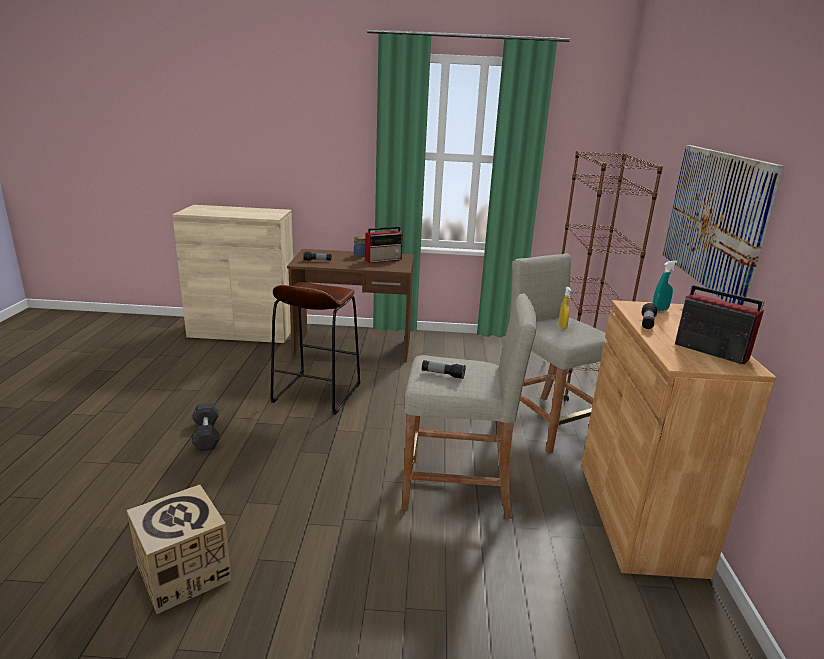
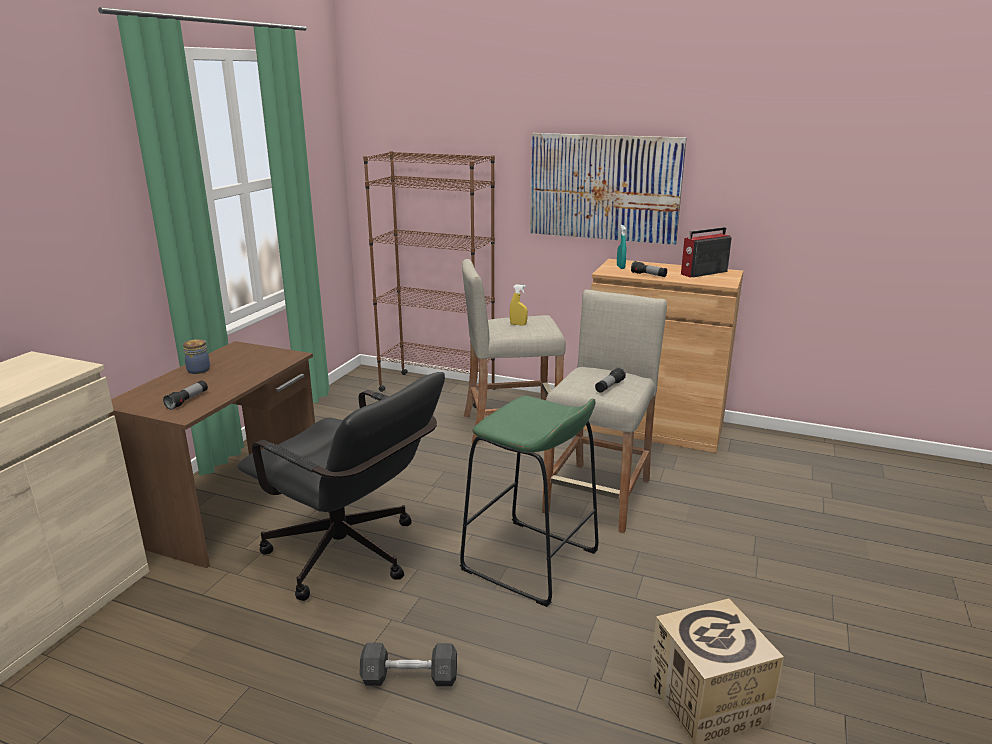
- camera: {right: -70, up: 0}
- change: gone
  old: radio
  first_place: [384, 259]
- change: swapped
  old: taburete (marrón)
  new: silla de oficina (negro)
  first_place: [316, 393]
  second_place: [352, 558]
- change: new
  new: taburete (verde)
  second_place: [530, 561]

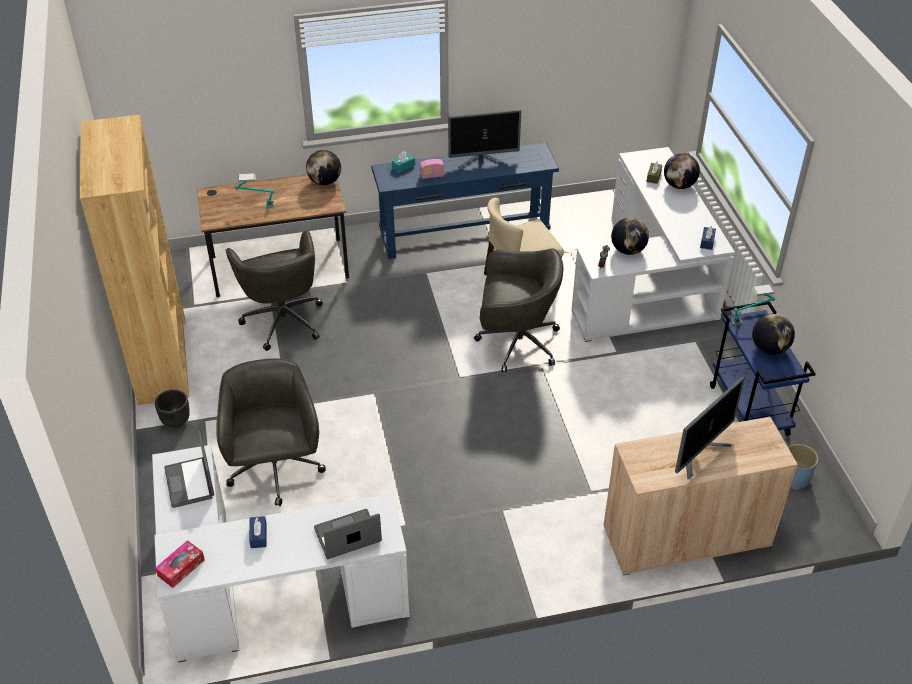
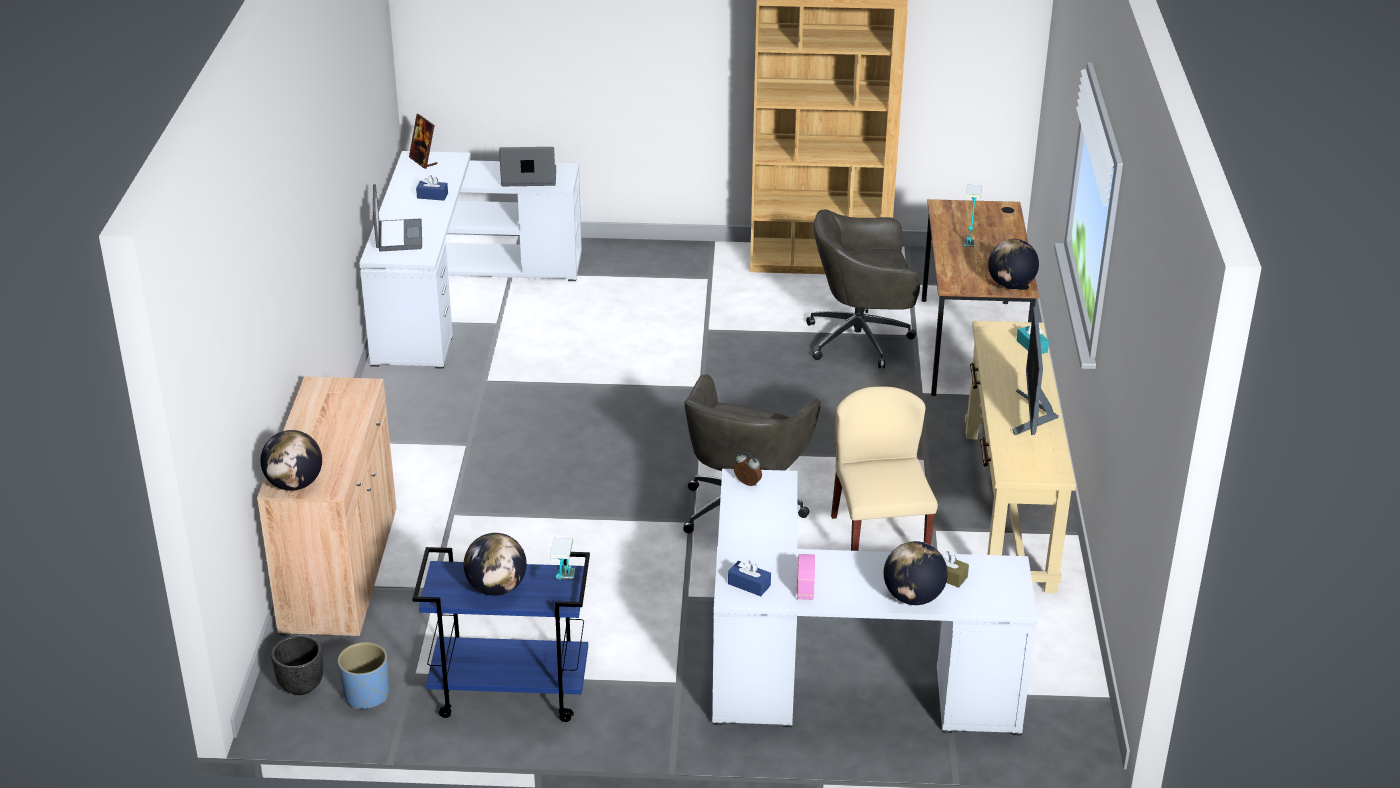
- camera: {right: 105, up: -10}
- change: repainted
  old: mesa consola (azul)
  new: mesa consola (beis)
  first_place: [464, 234]
  second_place: [1008, 508]
- change: shifted
  old: radio
  first_place: [432, 176]
  second_place: [805, 587]
- change: shifted
  old: globo terráqueo
  first_place: [628, 250]
  second_place: [294, 484]
- change: gone
  old: silla de oficina (gris)
  first_place: [275, 470]
- change: gone
  old: monitor
  first_place: [700, 453]
- change: shifted
  old: maceta (negro)
  first_place: [176, 420]
  second_place: [301, 686]
- change: swapped
  old: caja de pañuelos
  new: portarretratos
  first_place: [181, 568]
  second_place: [423, 161]

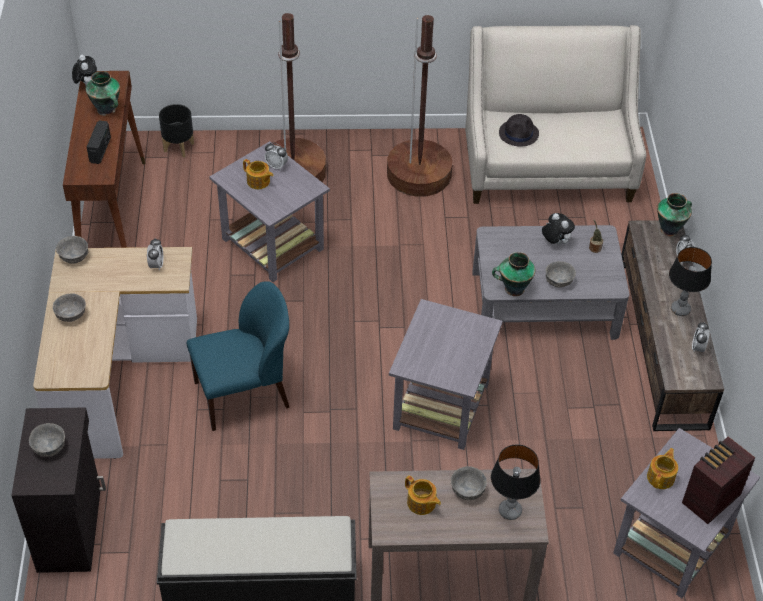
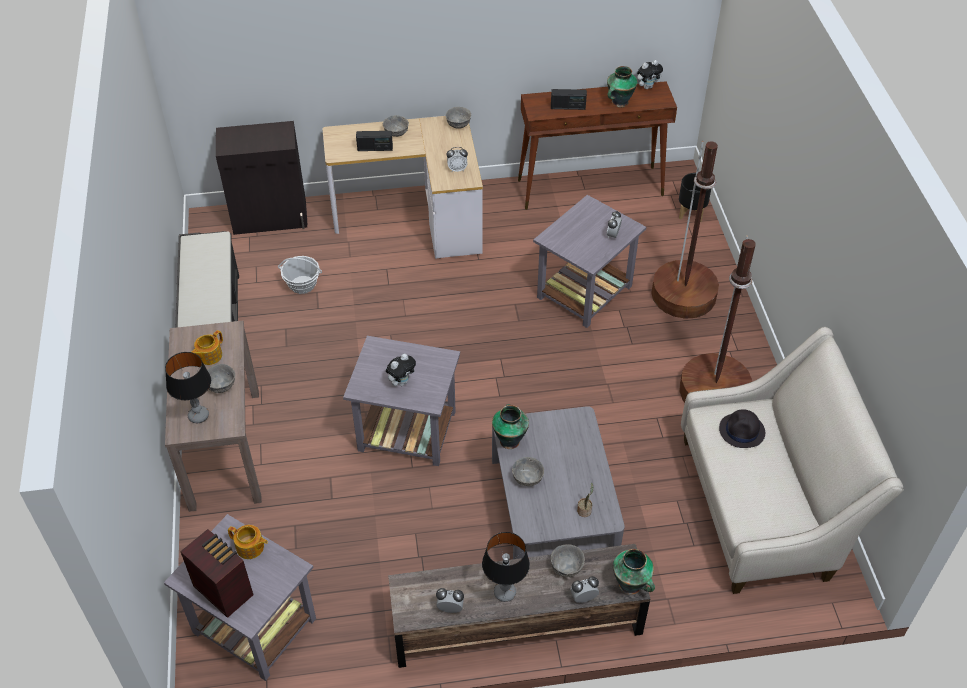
- camera: {right: 85, up: 0}
- change: gone
  old: tetera
  first_place: [258, 182]
- change: shifted
  old: peluche
  first_place: [555, 242]
  second_place: [401, 381]
- change: gone
  old: silla (azul)
  first_place: [244, 394]
- change: shifted
  old: cuenco (gris)
  first_place: [50, 447]
  second_place: [566, 567]
- change: new
  new: radio
  second_place: [375, 148]
- change: new
  new: cesta
  second_place: [302, 284]

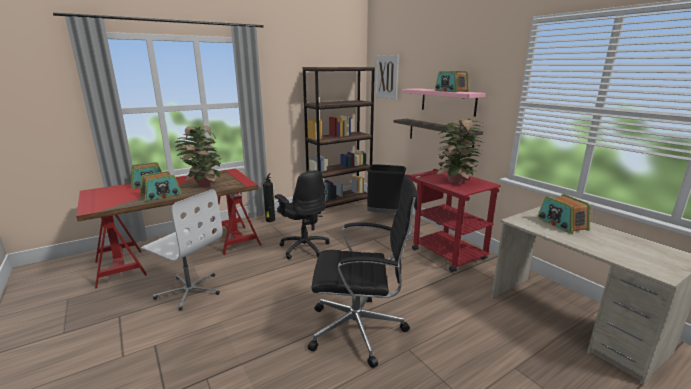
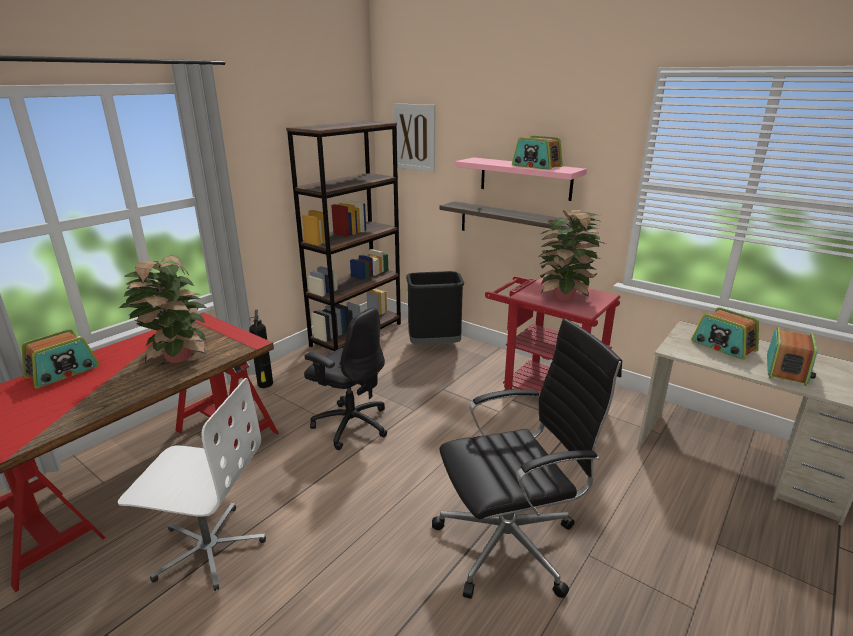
- camera: {right: -20, up: 5}
- change: shifted
  old: radio
  first_place: [161, 195]
  second_place: [786, 369]

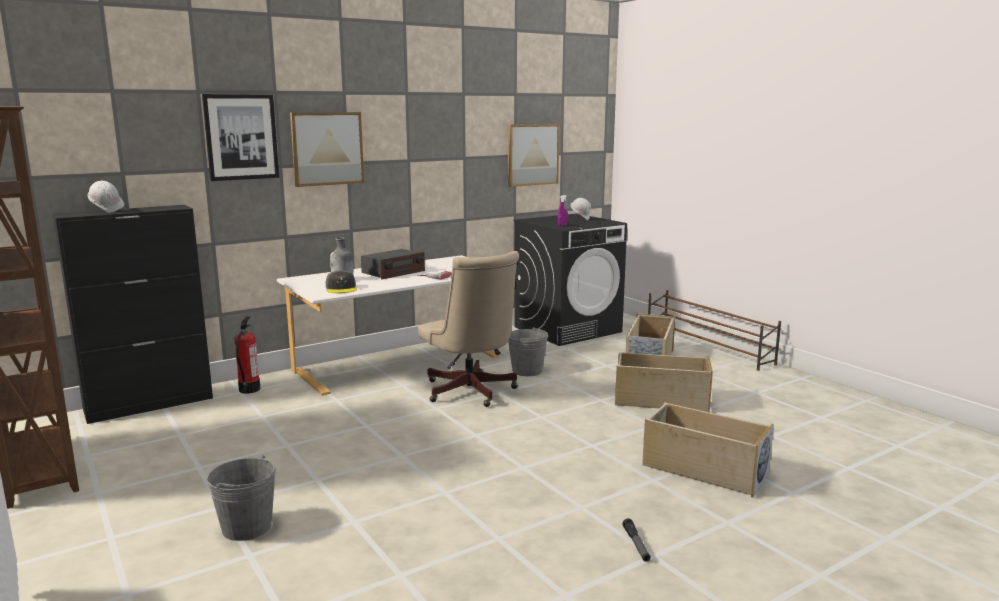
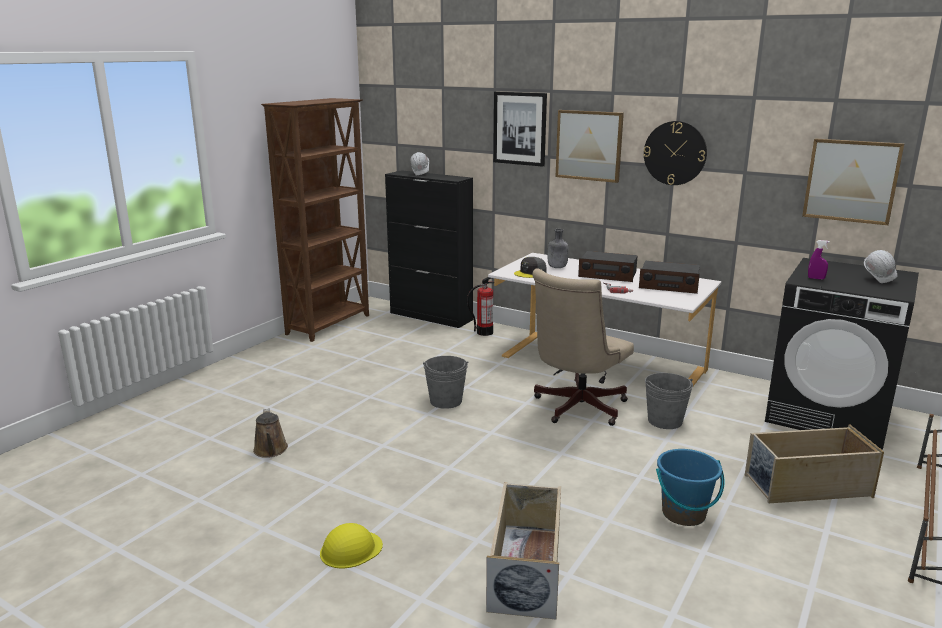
- camera: {right: 65, up: 5}
- change: swapped
  old: caja de almacenaje (beis)
  new: cubo (azul)
  first_place: [660, 401]
  second_place: [684, 514]
- change: shifted
  old: cubo (gris)
  first_place: [247, 527]
  second_place: [446, 401]
- change: swapped
  old: linterna
  new: casco (amarillo)
  first_place: [636, 544]
  second_place: [350, 549]
- change: new
  new: reloj de pared
  second_place: [675, 153]
- change: new
  new: radio
  second_place: [669, 285]
- change: new
  new: regadera (marrón)
  second_place: [271, 451]

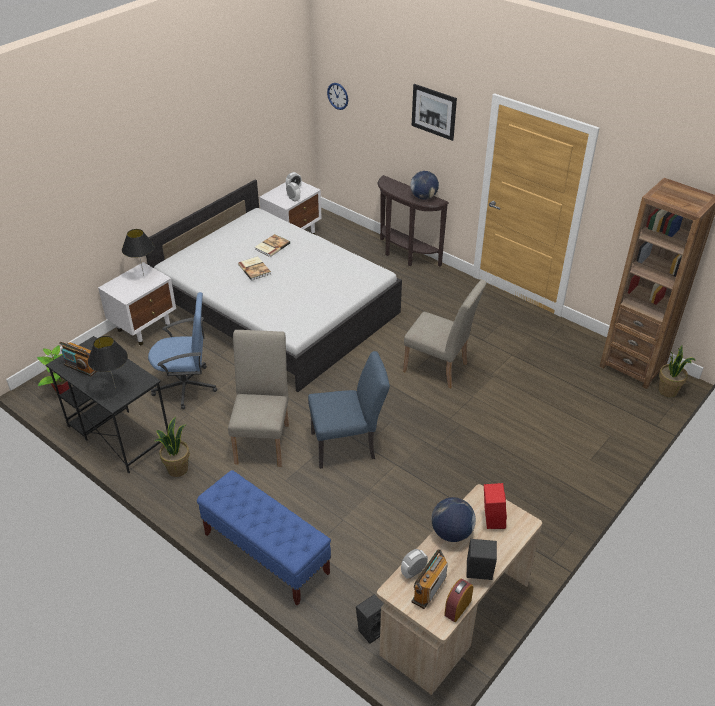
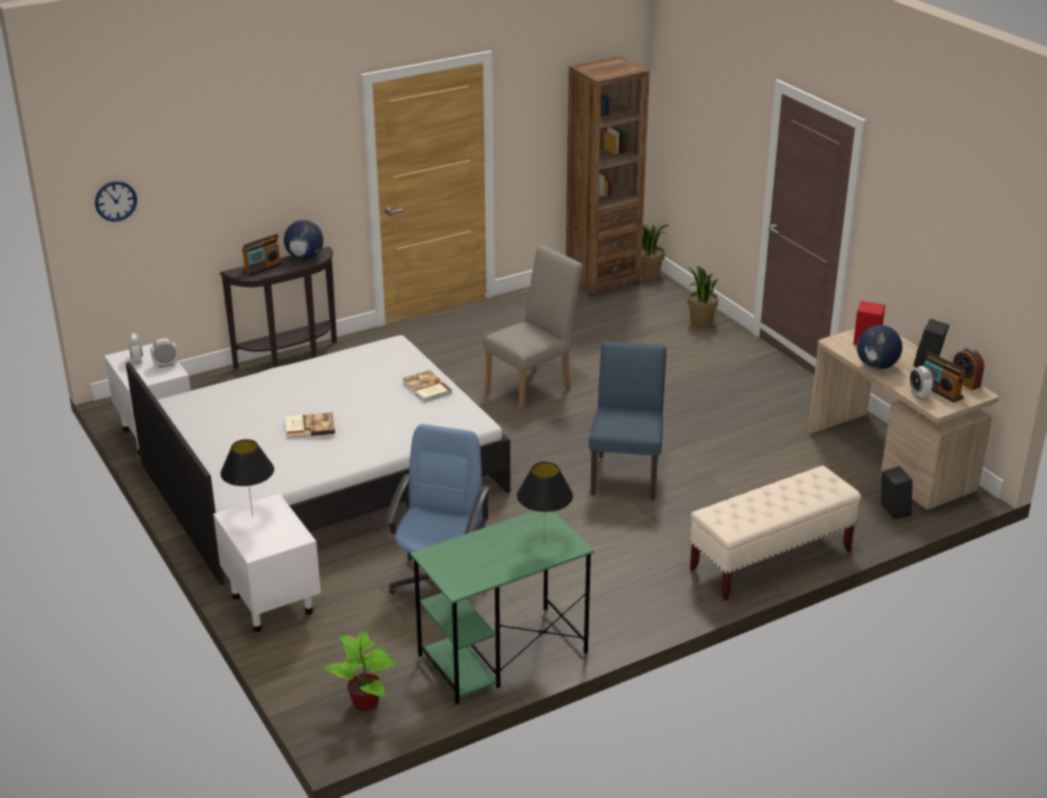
- camera: {right: -70, up: -10}
- change: gone
  old: cuadro
  first_place: [434, 112]
- change: shifted
  old: libro
  first_place: [271, 246]
  second_place: [426, 388]
- change: gone
  old: silla (beis)
  first_place: [263, 439]
- change: repainted
  old: escritorio (negro)
  new: escritorio (verde)
  first_place: [118, 433]
  second_place: [501, 654]
- change: shifted
  old: radio
  first_place: [81, 367]
  second_place: [262, 268]
- change: shifted
  old: planta en maceta
  first_place: [177, 469]
  second_place: [700, 323]
- change: repainted
  old: banco (azul)
  new: banco (beis)
  first_place: [266, 553]
  second_place: [770, 560]

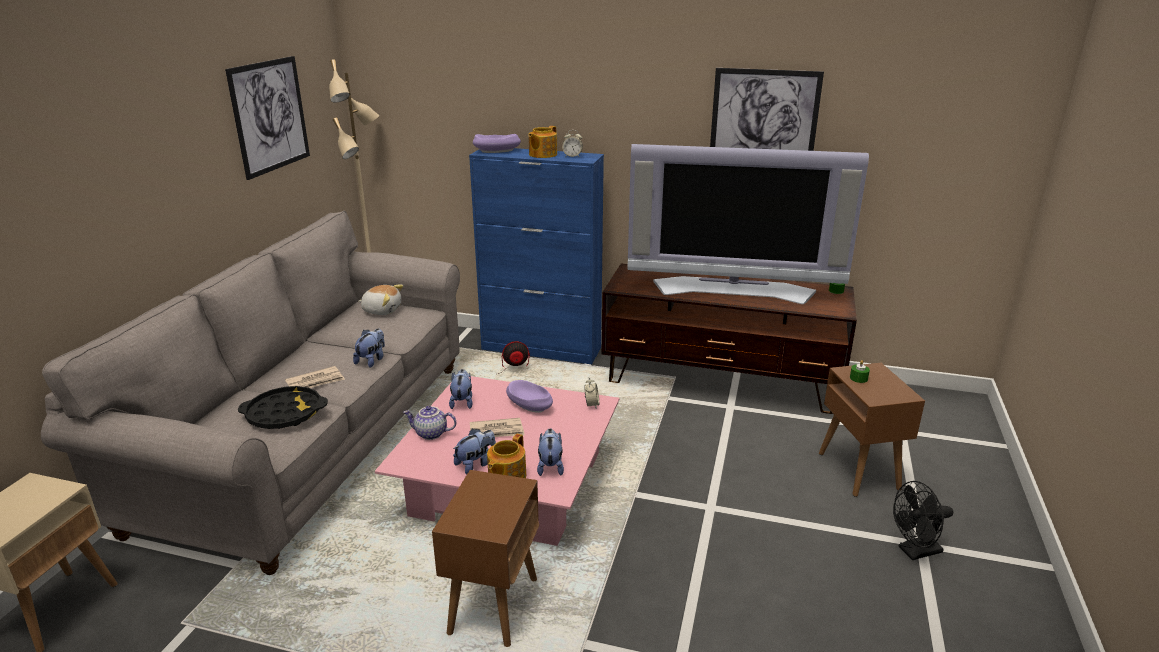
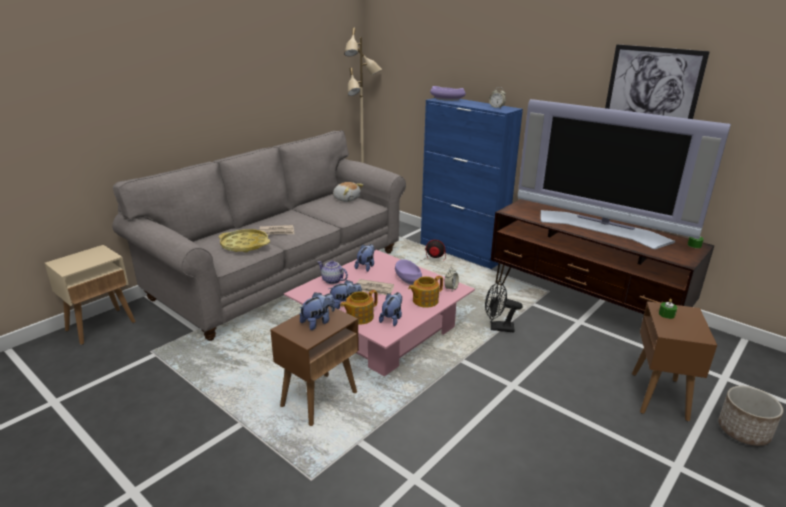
- camera: {right: 25, up: 0}
- change: gone
  old: cuadro
  first_place: [270, 116]
- change: shifted
  old: tetera
  first_place: [542, 155]
  second_place: [424, 301]
- change: shifted
  old: peluche
  first_place: [372, 360]
  second_place: [318, 322]
- change: repainted
  old: bandeja (negro)
  new: bandeja (amarillo)
  first_place: [284, 413]
  second_place: [244, 245]
- change: shifted
  old: ventilador (negro)
  first_place: [915, 552]
  second_place: [497, 328]
- change: new
  new: maceta
  second_place: [744, 431]

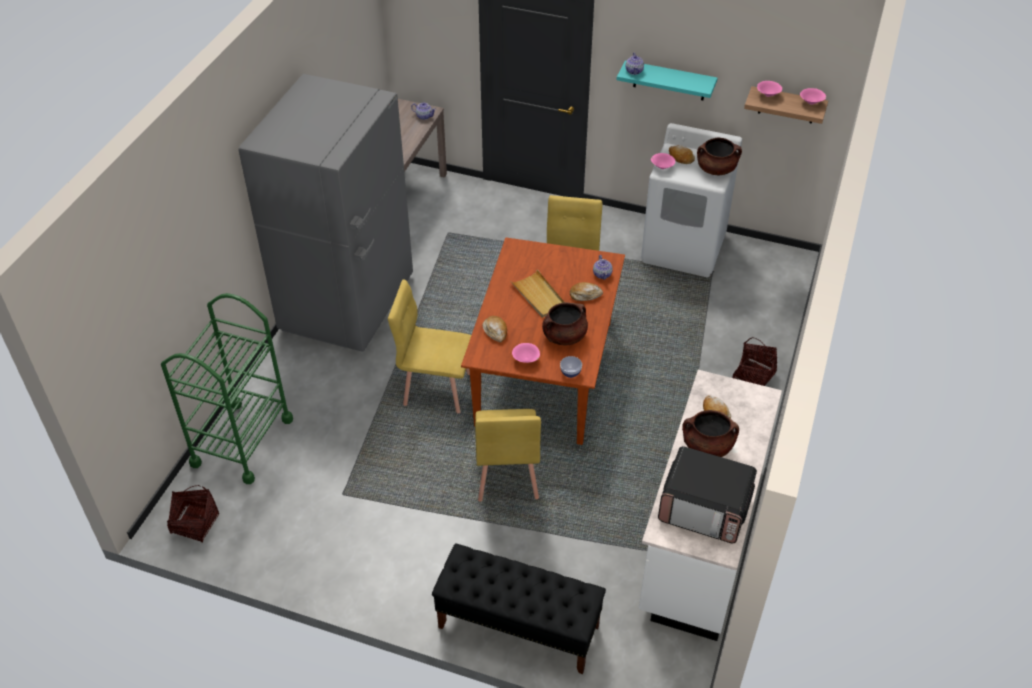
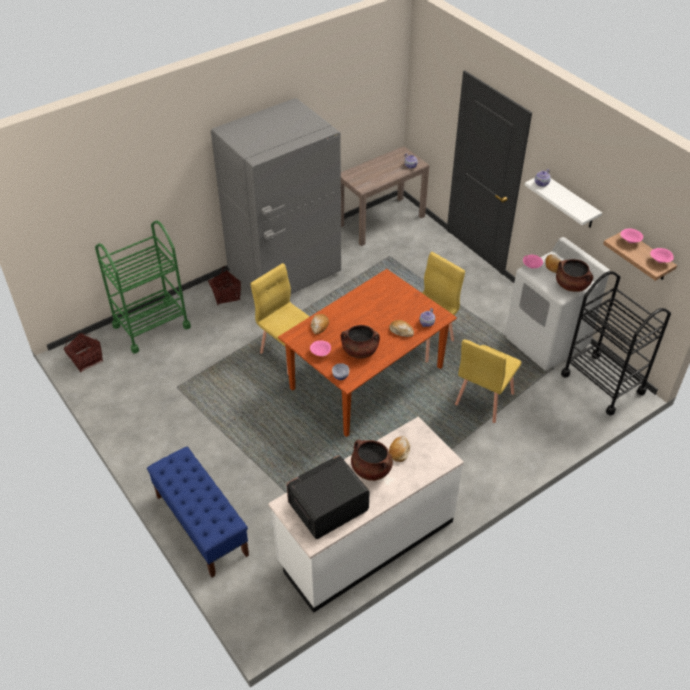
- camera: {right: 35, up: 0}
- change: repainted
  old: estante (turquesa)
  new: estante (blanco)
  first_place: [669, 81]
  second_place: [570, 202]
- change: gone
  old: bandeja (beis)
  first_place: [539, 296]
- change: shifted
  old: cesta
  first_place: [754, 375]
  second_place: [226, 295]
- change: shifted
  old: silla (amarillo)
  first_place: [506, 476]
  second_place: [484, 399]
- change: rotated
  old: microondas
  first_place: [705, 509]
  second_place: [327, 508]
  degrees: 90
- change: repainted
  old: banco (negro)
  new: banco (azul)
  first_place: [518, 627]
  second_place: [201, 525]
- change: new
  new: carrito (negro)
  second_place: [602, 383]

